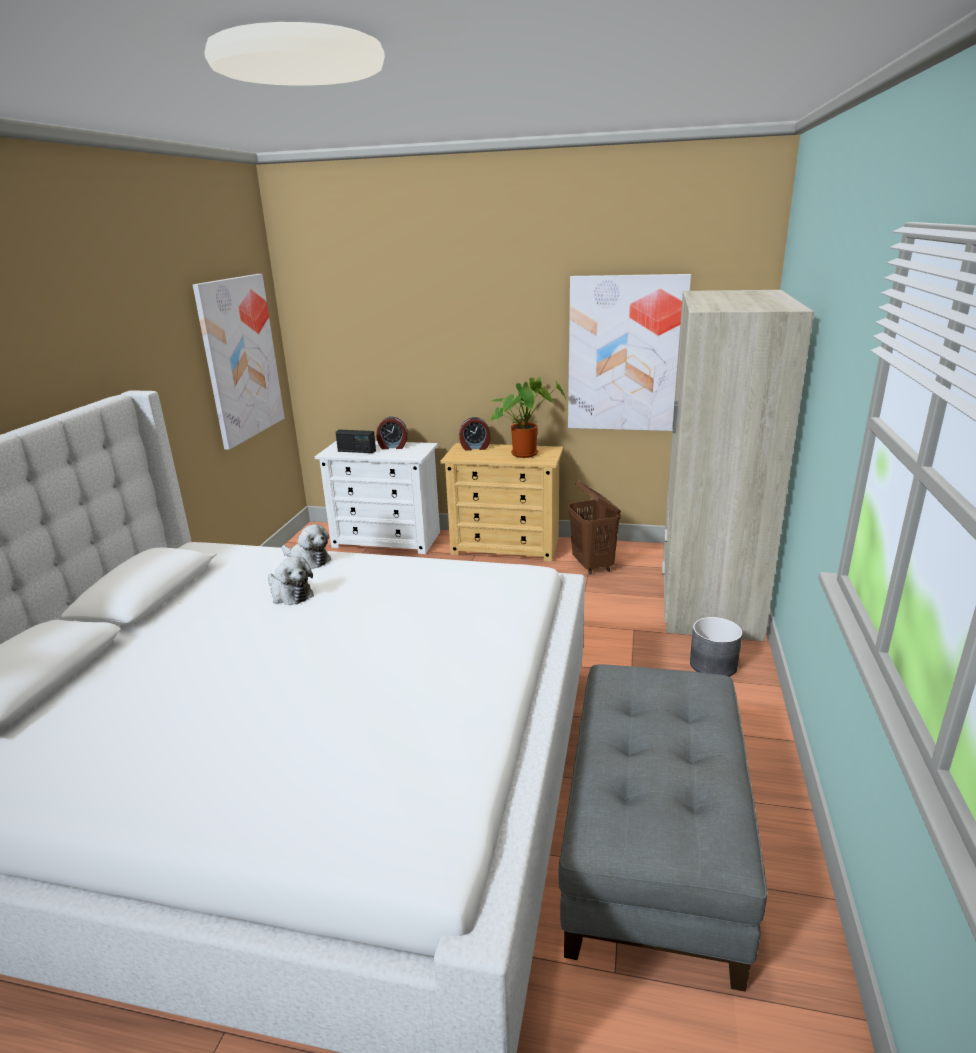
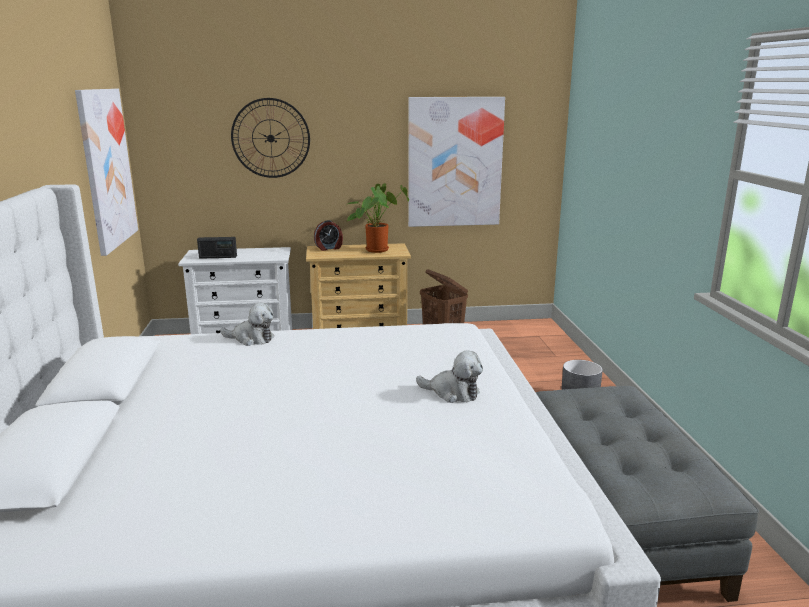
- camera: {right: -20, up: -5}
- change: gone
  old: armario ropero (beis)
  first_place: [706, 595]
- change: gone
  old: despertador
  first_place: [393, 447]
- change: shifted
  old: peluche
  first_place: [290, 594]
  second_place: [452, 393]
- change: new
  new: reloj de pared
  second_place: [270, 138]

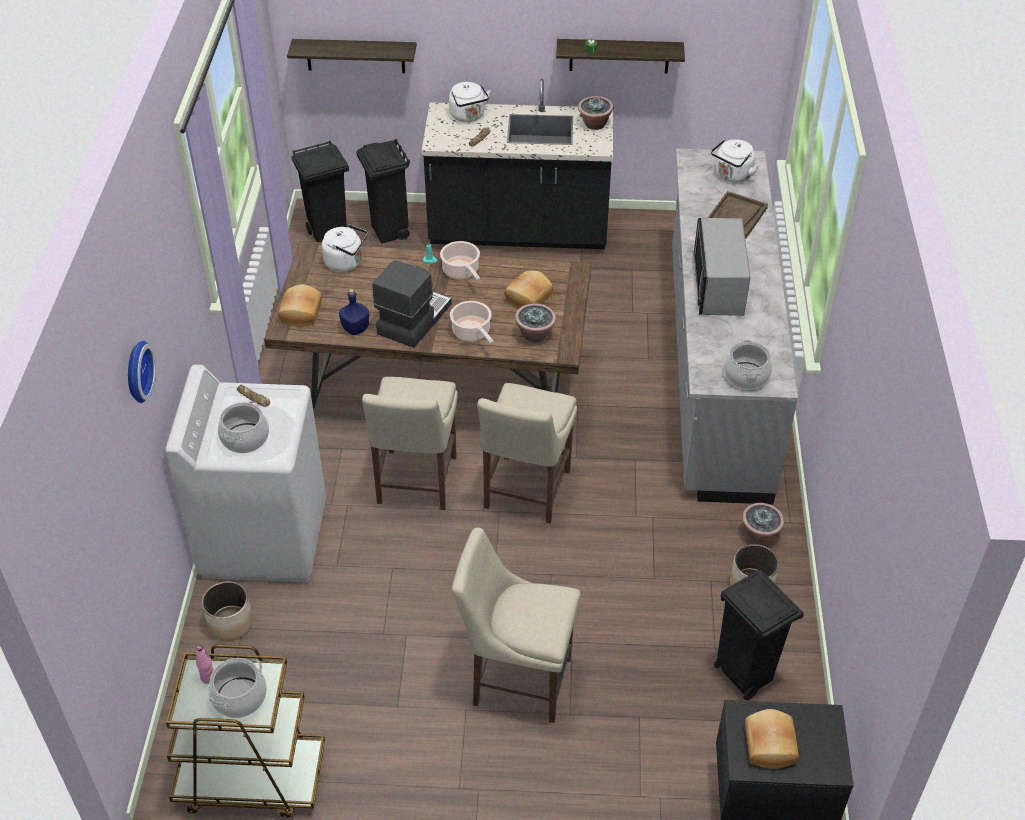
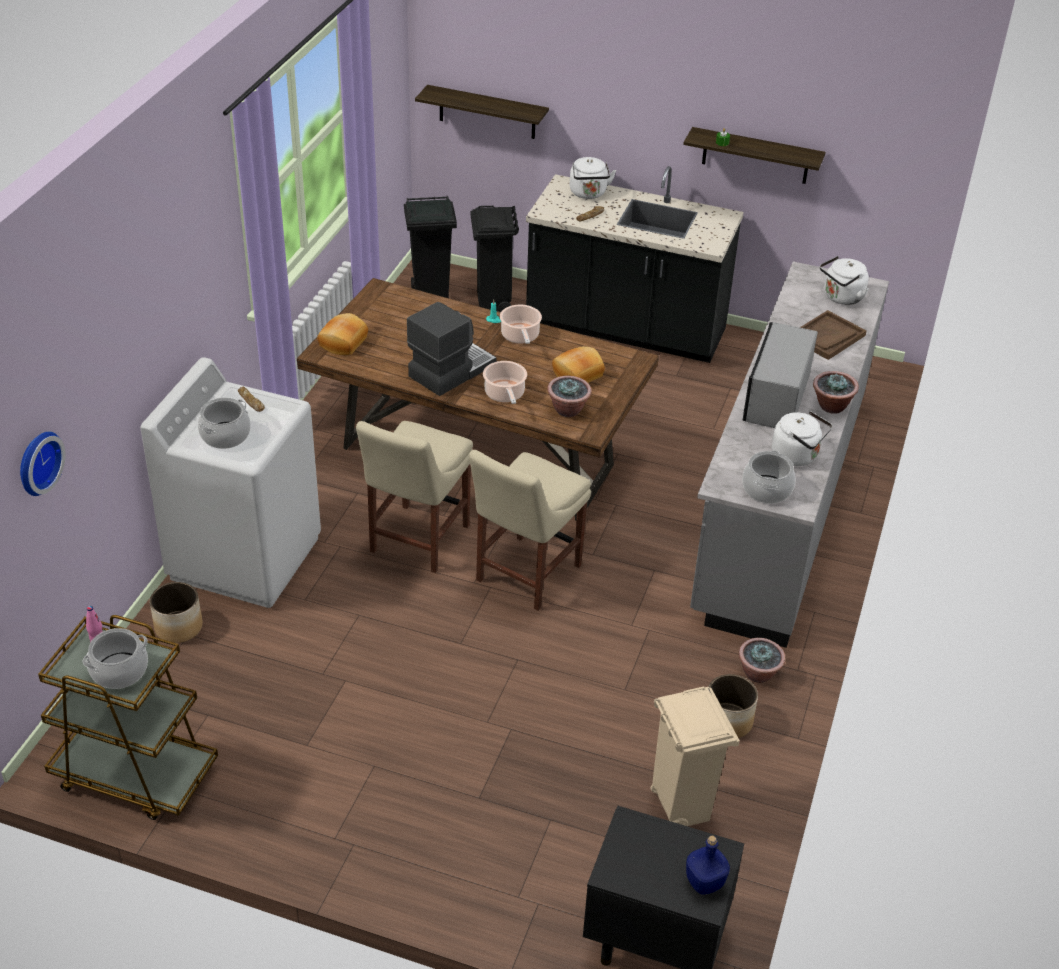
- camera: {right: 15, up: -5}
- change: shifted
  old: planta en maceta
  first_place: [594, 124]
  second_place: [831, 406]
- change: shifted
  old: hervidor (blanco)
  first_place: [346, 262]
  second_place: [797, 456]
- change: shifted
  old: botella (azul)
  first_place: [356, 328]
  second_place: [705, 882]
- change: shifted
  old: reloj de pared
  first_place: [136, 371]
  second_place: [37, 462]
- change: gone
  old: silla (beis)
  first_place: [517, 679]
- change: repainted
  old: papelera (negro)
  new: papelera (beis)
  first_place: [743, 675]
  second_place: [680, 807]
- change: gone
  old: pan
  first_place: [768, 745]

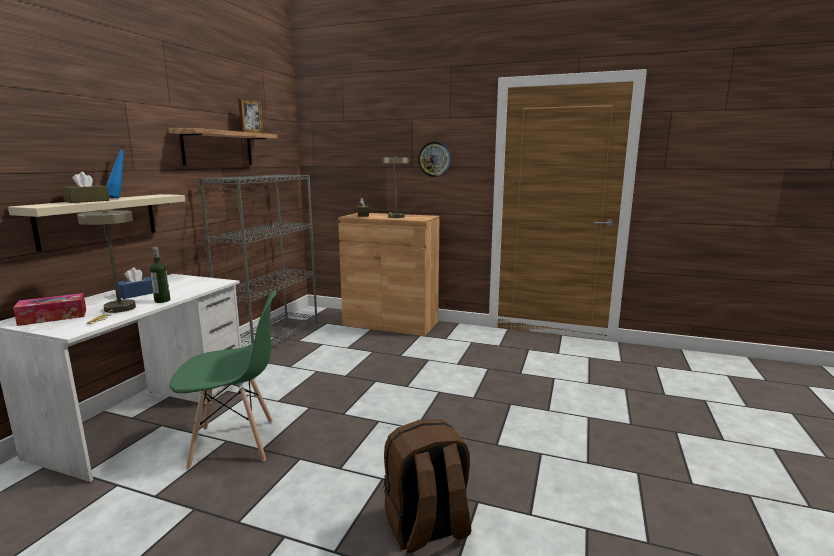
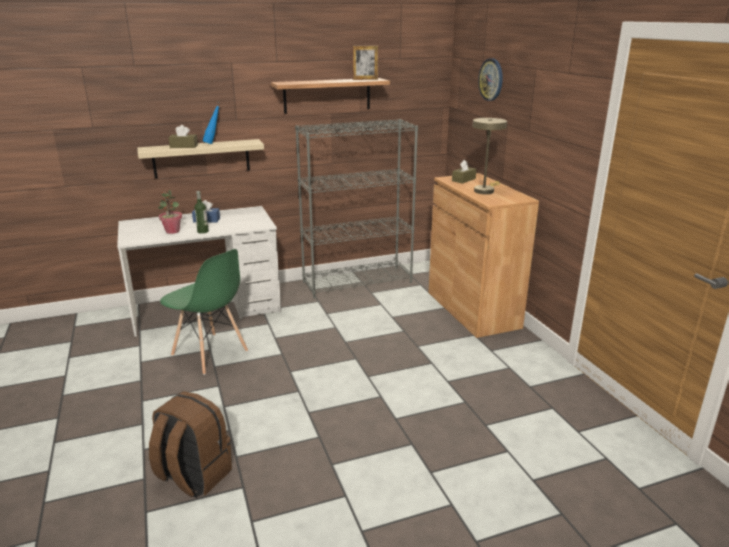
- camera: {right: 50, up: 10}
- change: shifted
  old: reloj de pared
  first_place: [435, 159]
  second_place: [491, 79]
- change: swapped
  old: lámpara de mesa (beis)
  new: planta en maceta
  first_place: [117, 310]
  second_place: [172, 231]
- change: gone
  old: caja de pañuelos
  first_place: [53, 317]

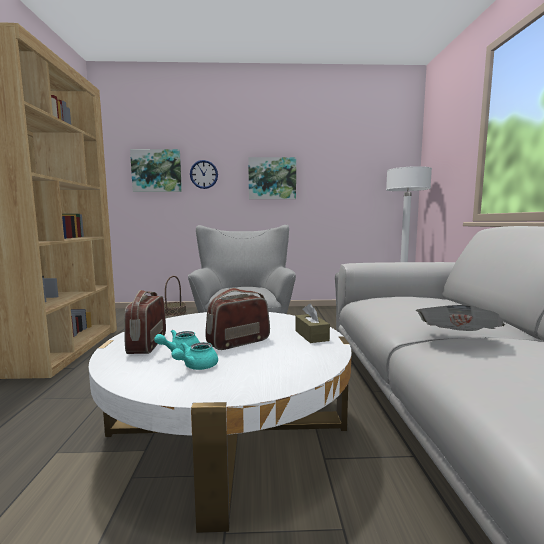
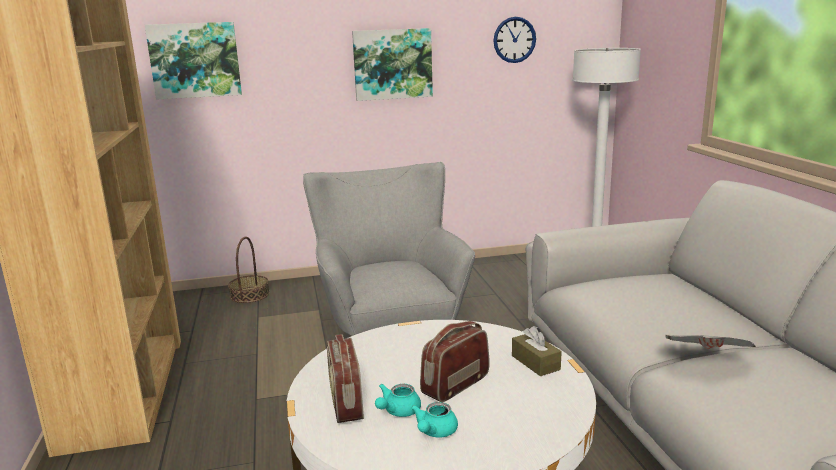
- camera: {right: -10, up: 10}
- change: shifted
  old: reloj de pared
  first_place: [204, 174]
  second_place: [514, 40]

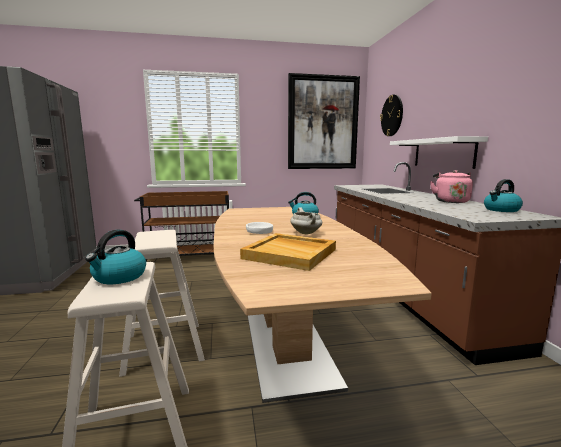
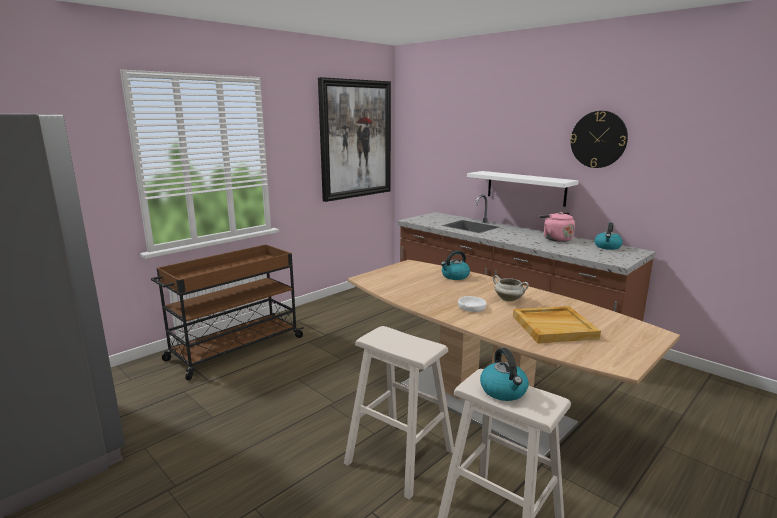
- camera: {right: -35, up: 5}
- change: shifted
  old: reloj de pared
  first_place: [392, 115]
  second_place: [598, 139]

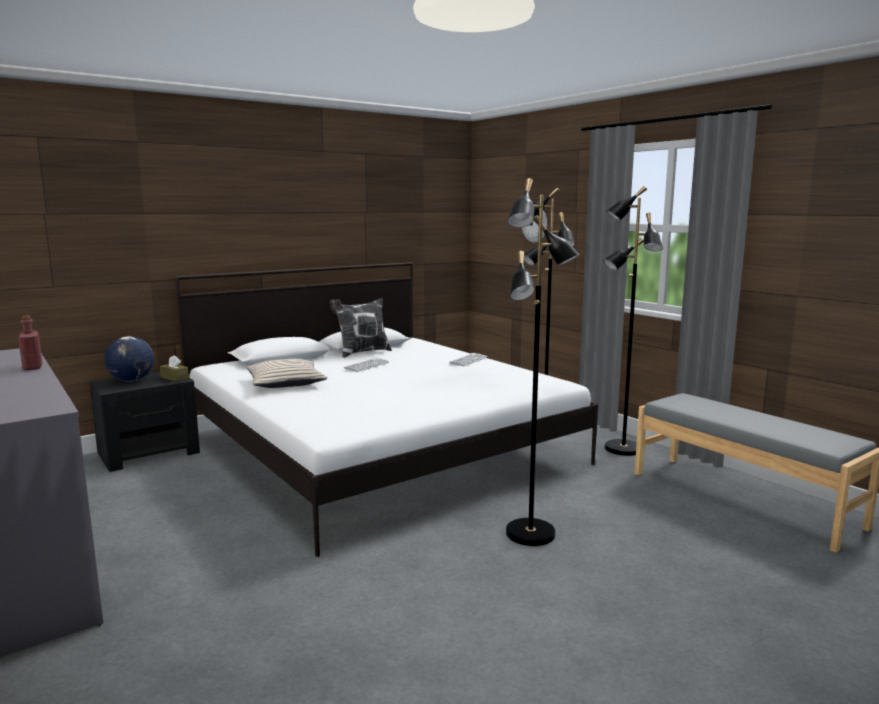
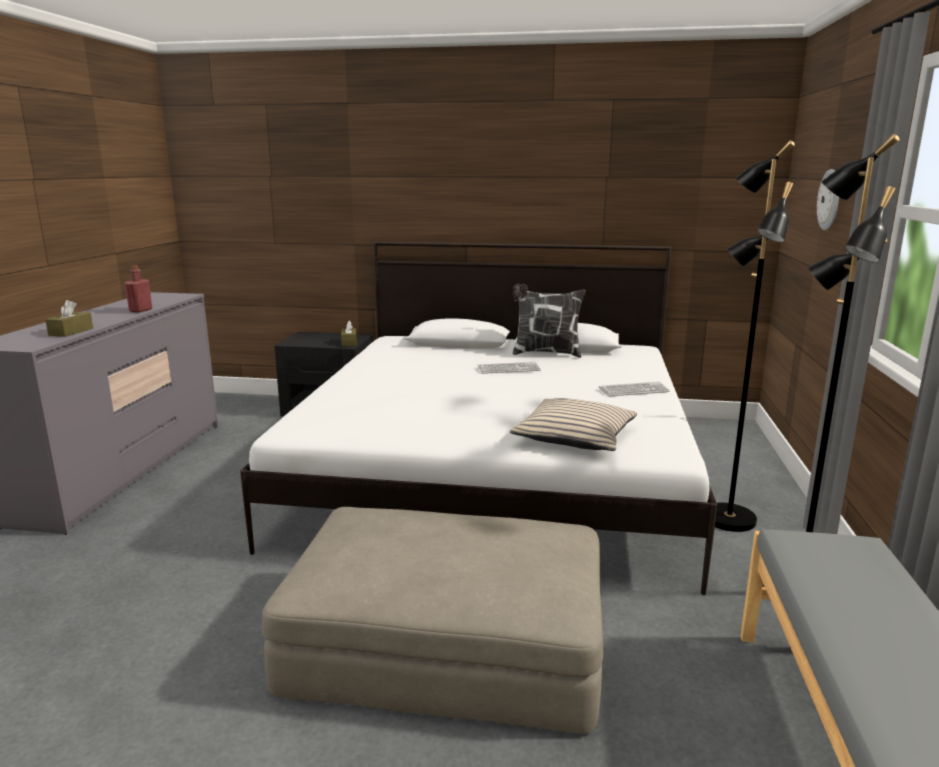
- camera: {right: 45, up: 5}
- change: swapped
  old: lámpara de pie (negro)
  new: puf (beis)
  first_place: [531, 534]
  second_place: [446, 640]
- change: gone
  old: globo terráqueo
  first_place: [131, 380]
- change: shifted
  old: cojín (beis)
  first_place: [286, 383]
  second_place: [575, 437]
- change: new
  new: caja de pañuelos (marrón)
  second_place: [71, 332]

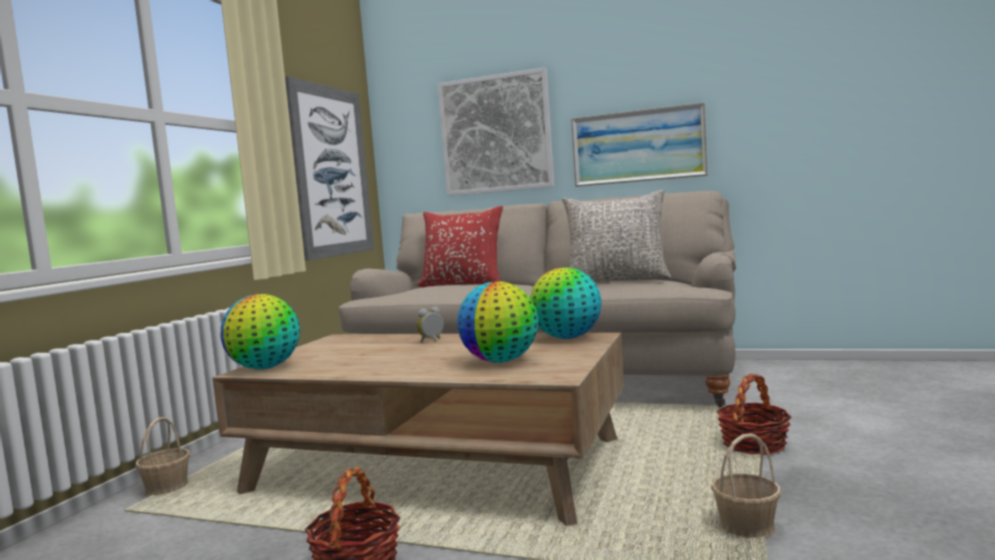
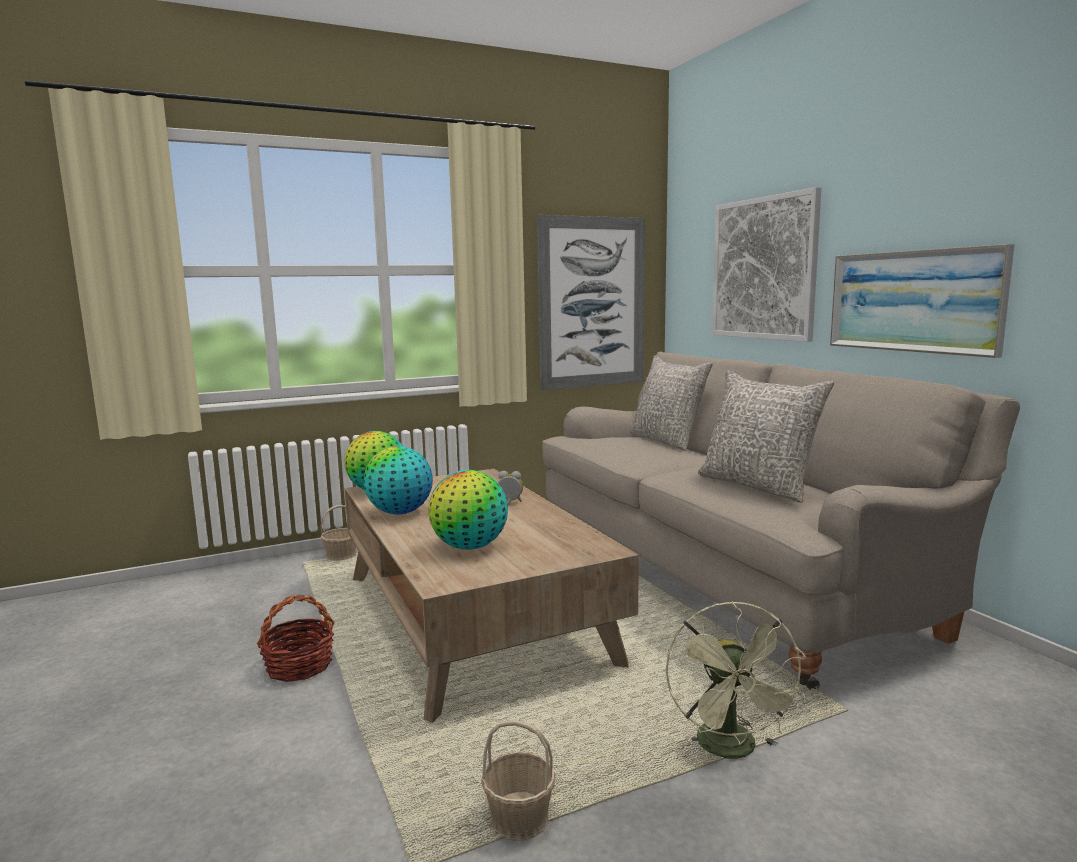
- camera: {right: 45, up: 5}
- change: repainted
  old: cojín (rojo)
  new: cojín (gris)
  first_place: [463, 284]
  second_place: [667, 441]
- change: shifted
  old: globo terráqueo
  first_place: [567, 338]
  second_place: [400, 512]
- change: swapped
  old: cesta
  new: ventilador (verde)
  first_place: [754, 444]
  second_place: [732, 750]

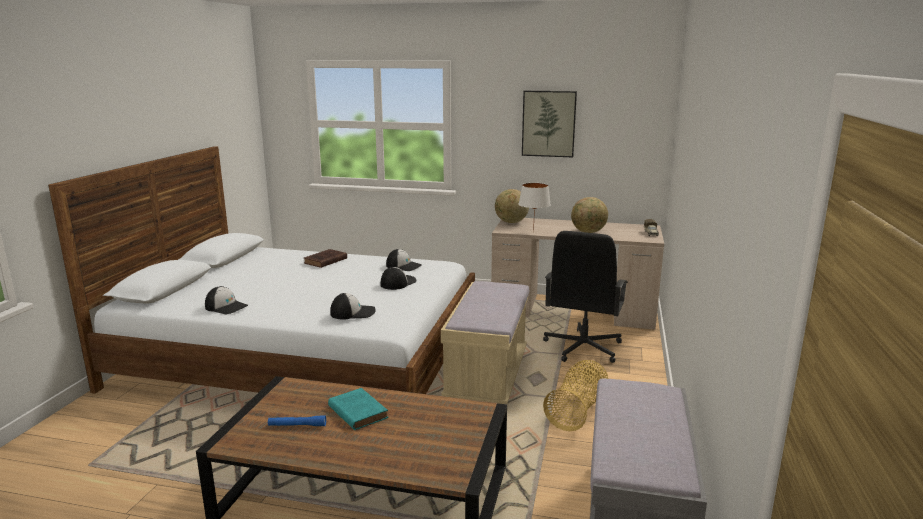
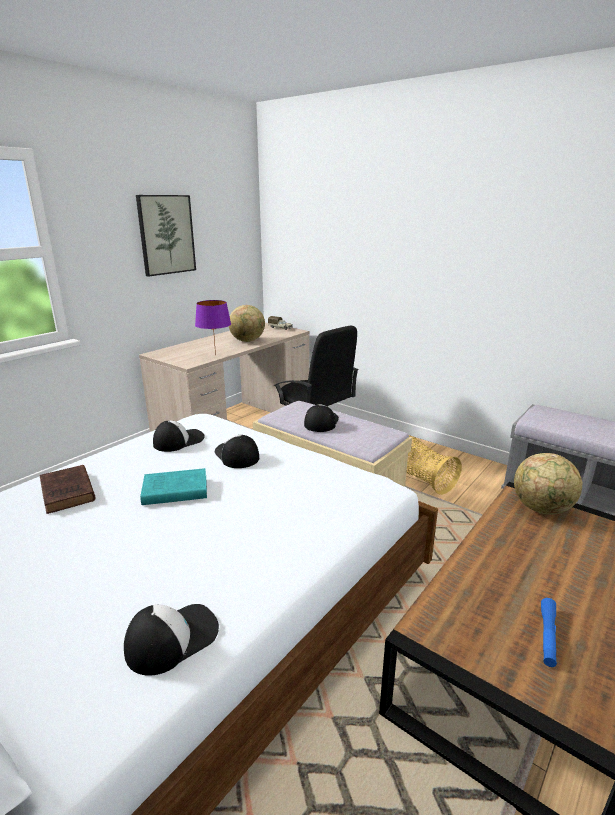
- camera: {right: -65, up: 5}
- change: repainted
  old: lámpara de mesa (blanco)
  new: lámpara de mesa (morado)
  first_place: [533, 232]
  second_place: [215, 355]
- change: shifted
  old: globo terráqueo
  first_place: [511, 222]
  second_place: [541, 509]
- change: shifted
  old: gorra
  first_place: [353, 312]
  second_place: [321, 422]
- change: shifted
  old: libro (turquesa)
  first_place: [357, 411]
  second_place: [173, 491]

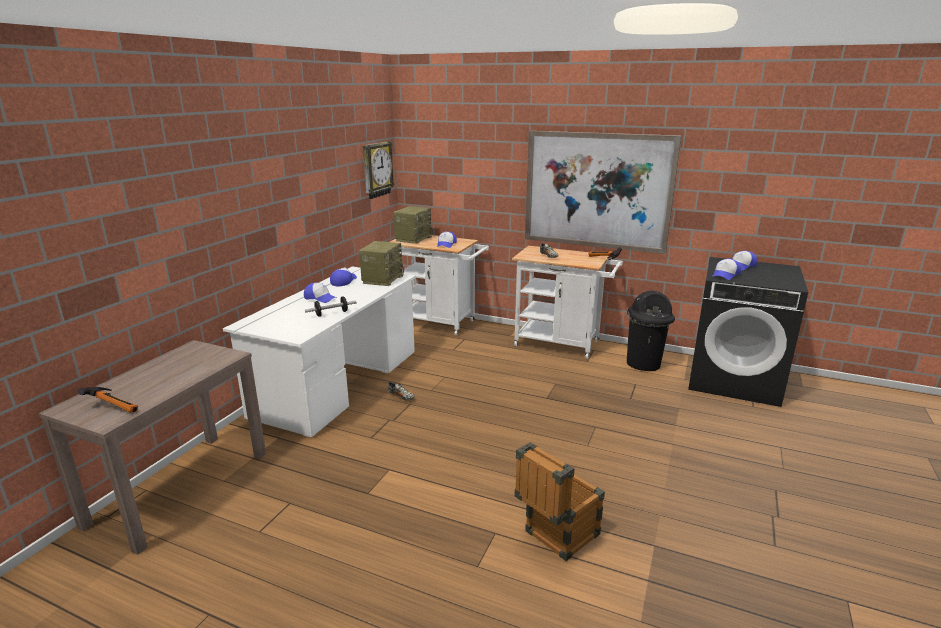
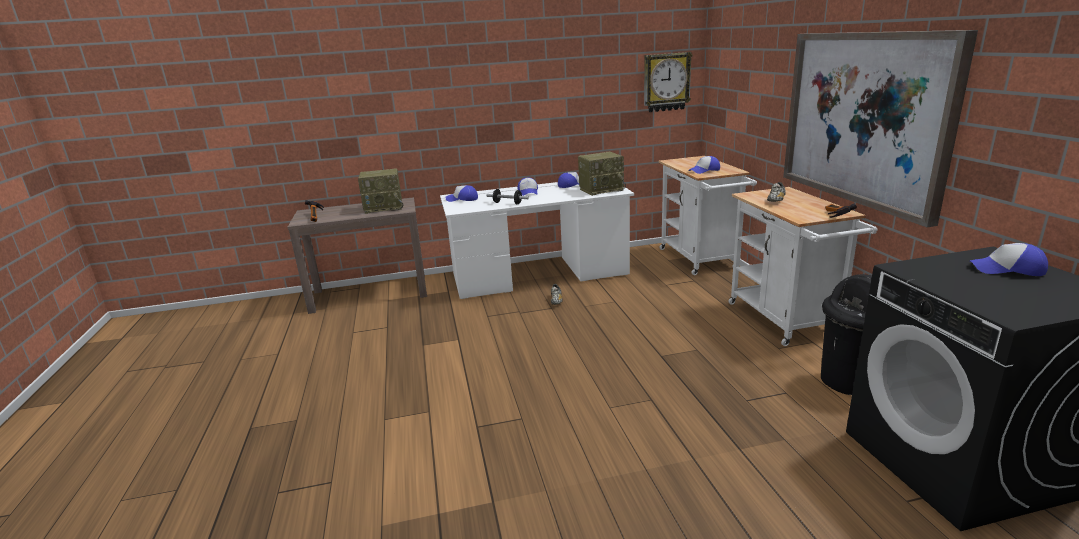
- camera: {right: 55, up: 0}
- change: shifted
  old: radio
  first_place: [413, 238]
  second_place: [384, 207]
- change: shifted
  old: gorra
  first_place: [725, 275]
  second_place: [462, 199]
- change: gone
  old: caja de embalaje
  first_place: [555, 537]

